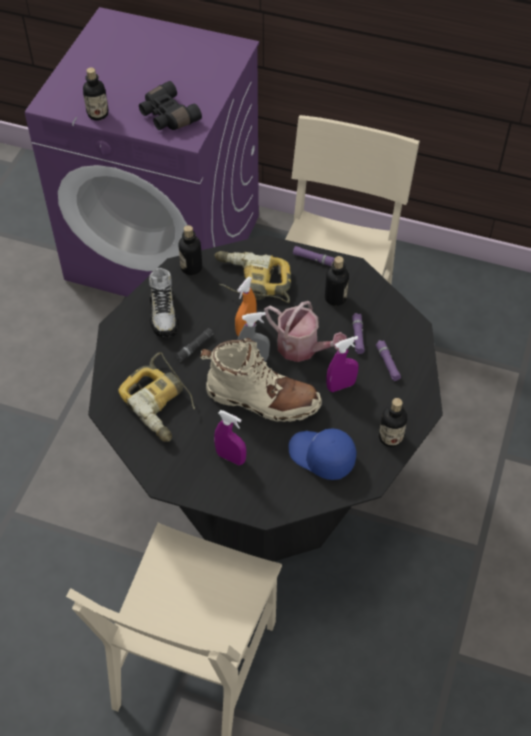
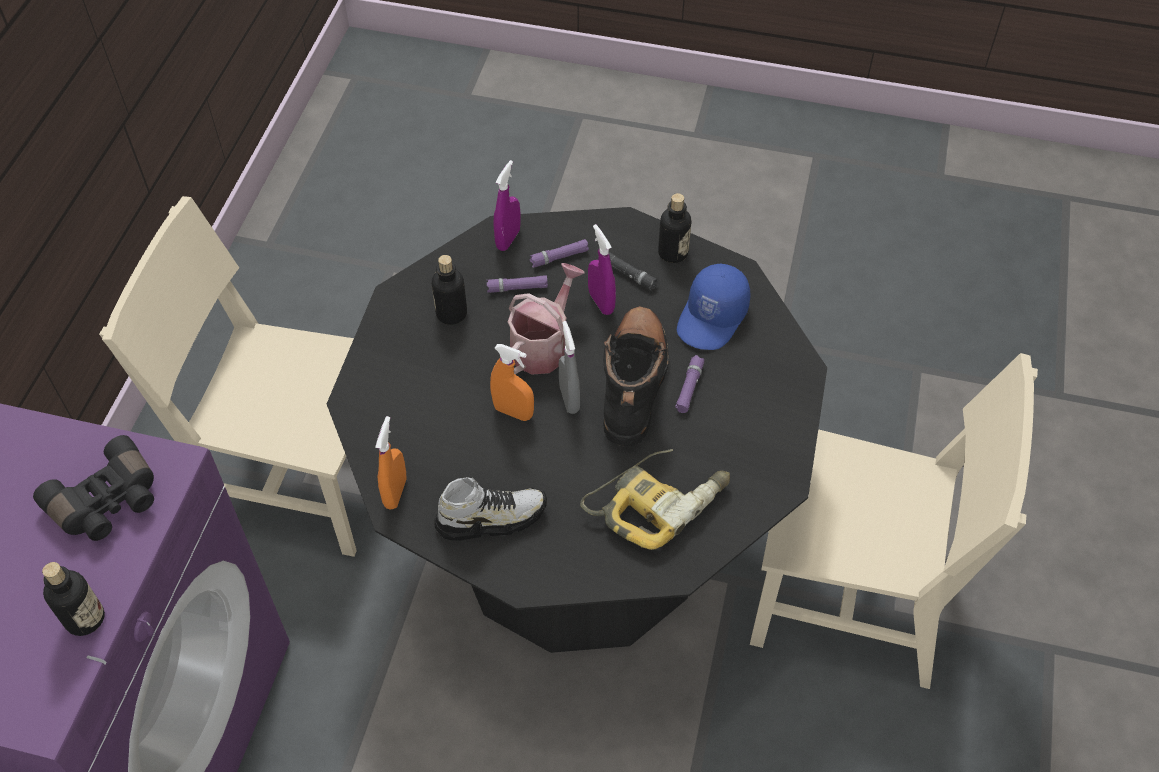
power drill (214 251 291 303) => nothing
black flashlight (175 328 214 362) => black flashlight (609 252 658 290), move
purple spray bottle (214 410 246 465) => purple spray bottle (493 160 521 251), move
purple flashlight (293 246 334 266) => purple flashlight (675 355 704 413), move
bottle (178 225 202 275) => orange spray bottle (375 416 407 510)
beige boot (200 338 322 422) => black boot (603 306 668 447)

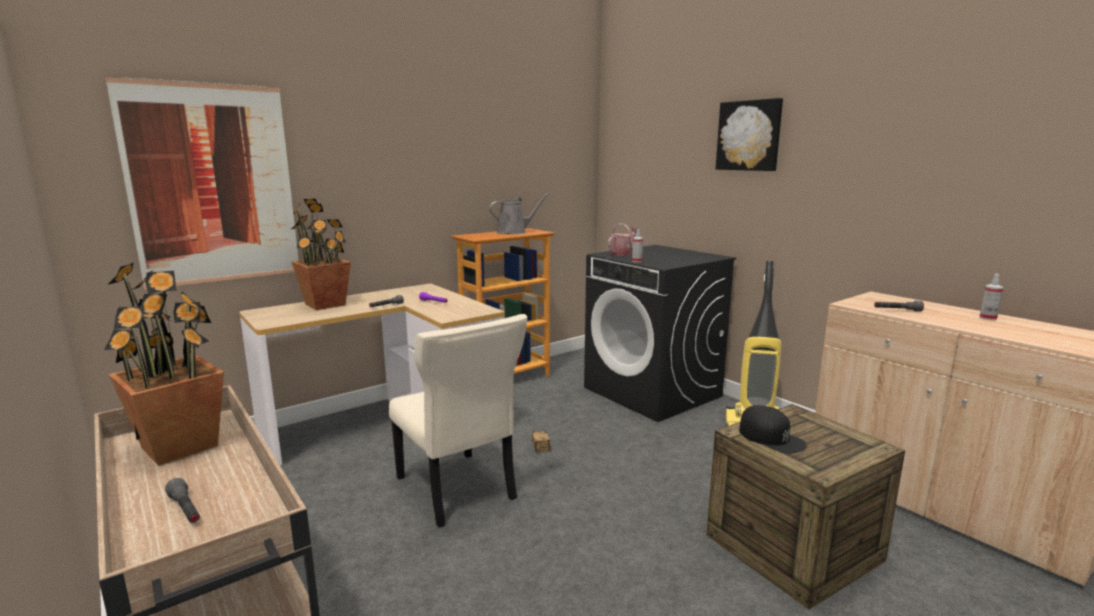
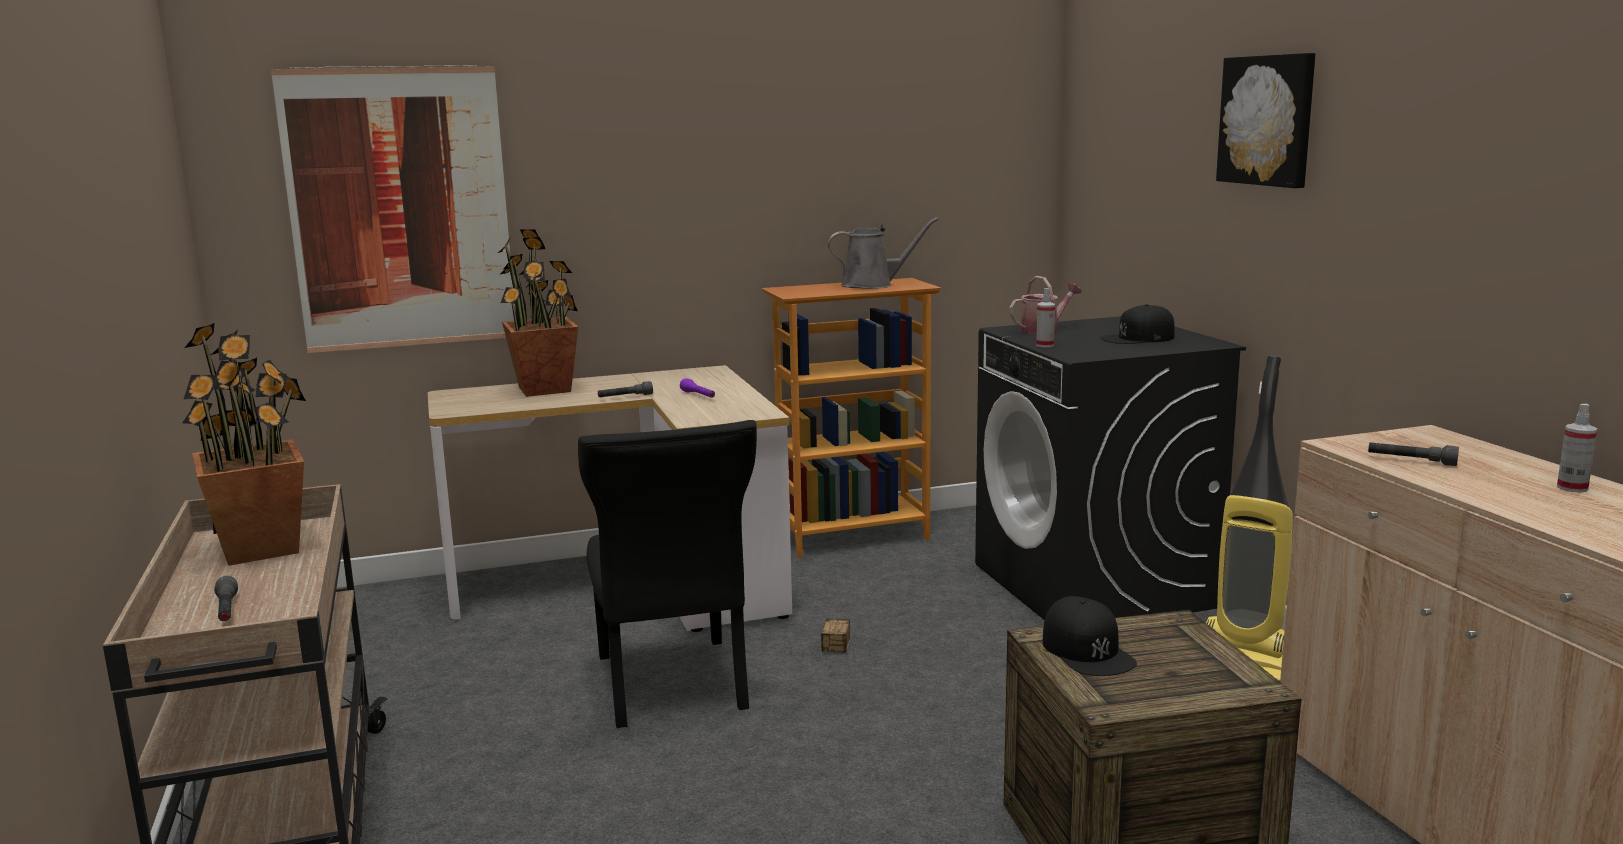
nothing => black cap (1100 304 1175 344)
beige chair (389 314 528 528) => black chair (578 420 757 728)

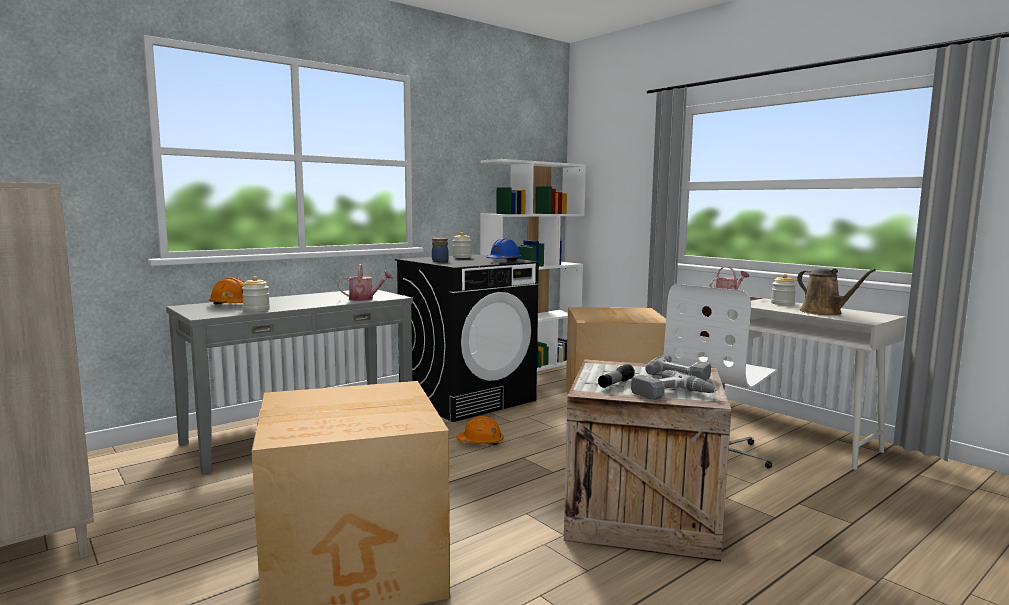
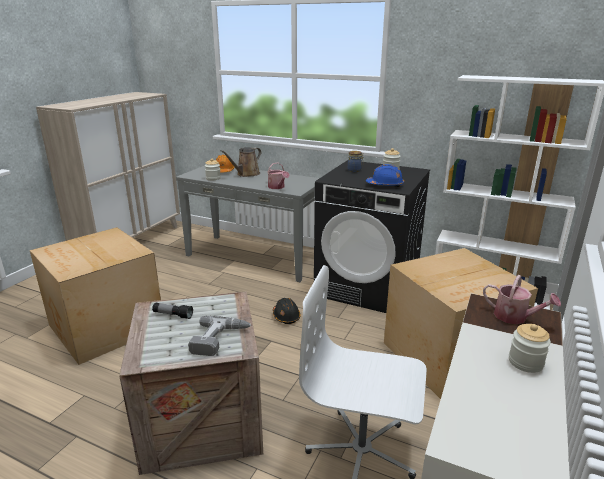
power drill (631 370 717 400) => nothing
brown watering can (797 268 876 315) => brown watering can (220 147 261 177), move
orange hard hat (456 416 503 445) => black hard hat (273 298 301 324)

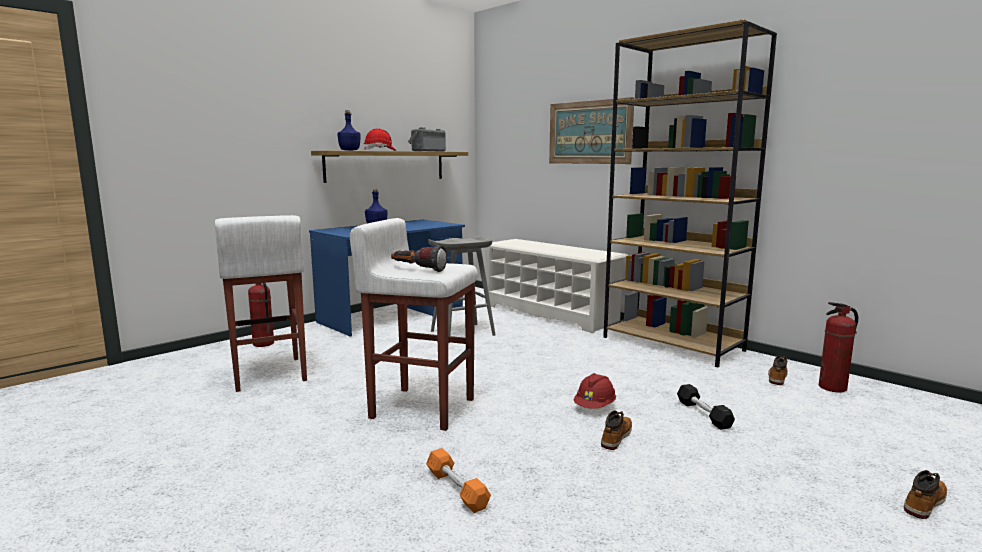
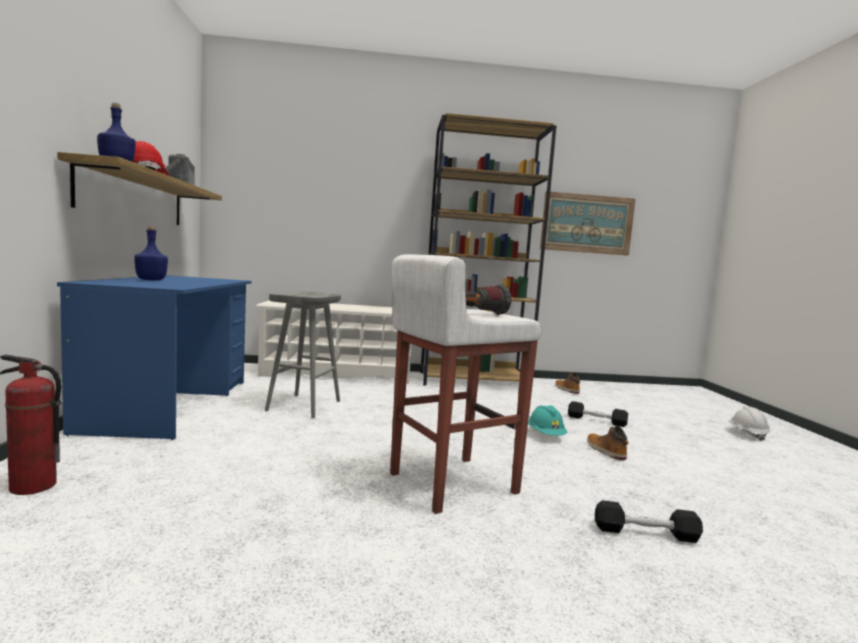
white stool (215 215 307 392) => nothing
fire extinguisher (819 302 858 393) => nothing
picture (549 97 634 164) => picture (540 191 635 256), move
boot (904 470 947 519) => white hard hat (727 406 770 441)
orange dumbbell (426 448 491 513) => black dumbbell (595 500 703 543)
red hard hat (574 373 616 409) => turquoise hard hat (528 405 567 436)

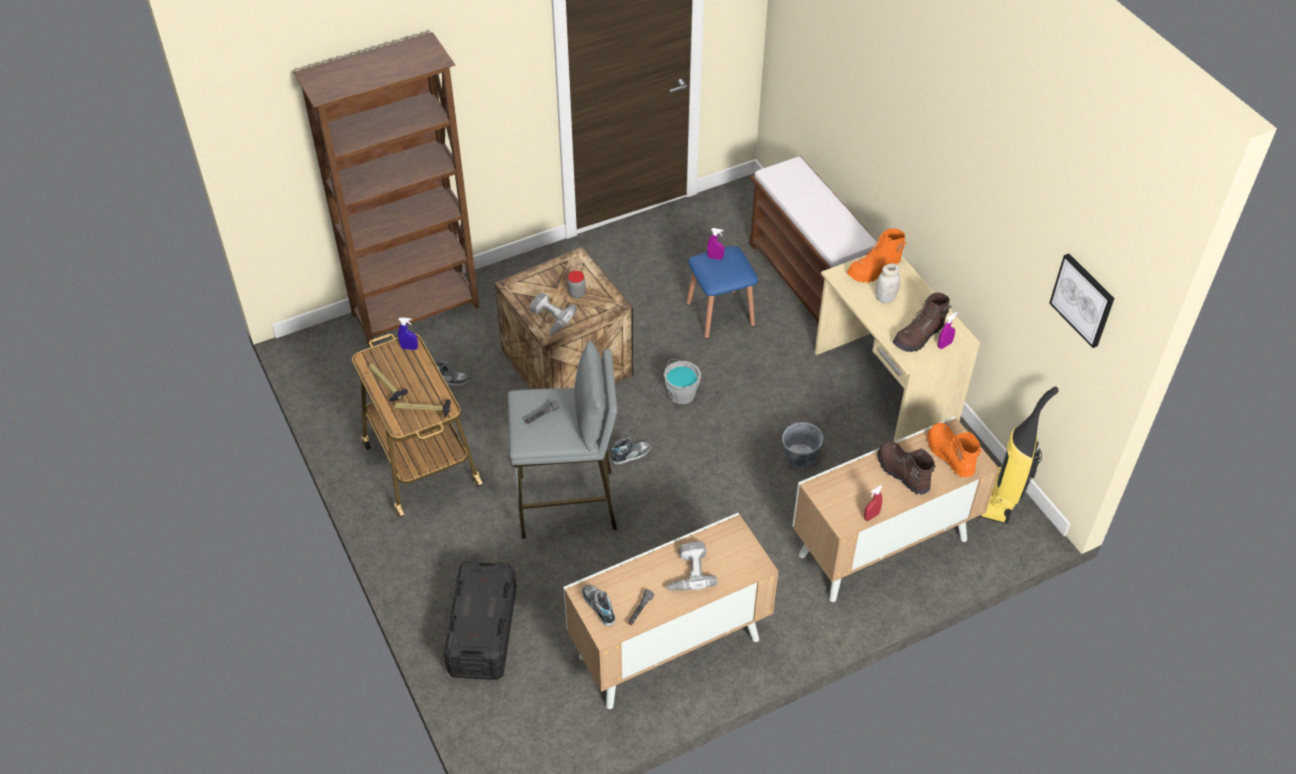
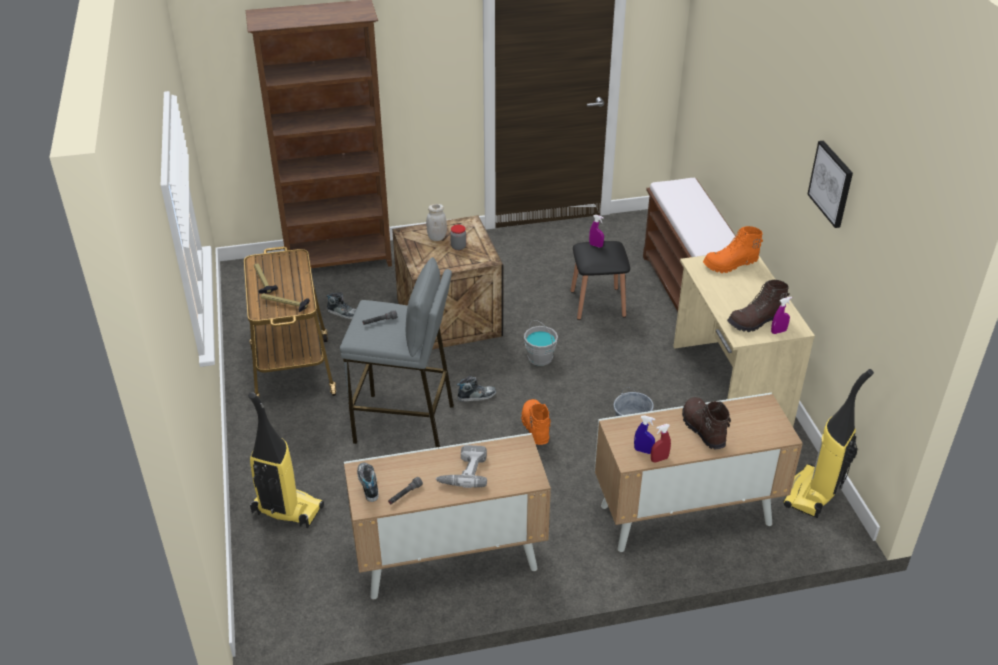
power drill (529 292 577 335) => nothing
blue spray bottle (398 317 418 350) => blue spray bottle (634 415 655 454), move
white jar (876 263 900 303) => white jar (426 204 447 241), move
orange boot (927 423 981 478) => orange boot (521 399 551 445), move
picture (1049 253 1115 348) => picture (807 140 853 228), move
black storage box (444 560 516 680) => vacuum cleaner (248 392 324 528)
blue stool (686 246 758 339) => black stool (570 241 630 320)

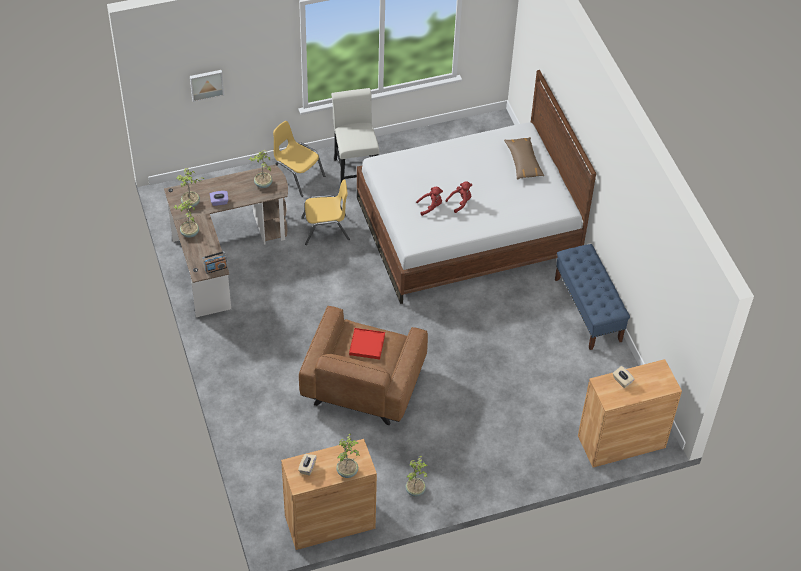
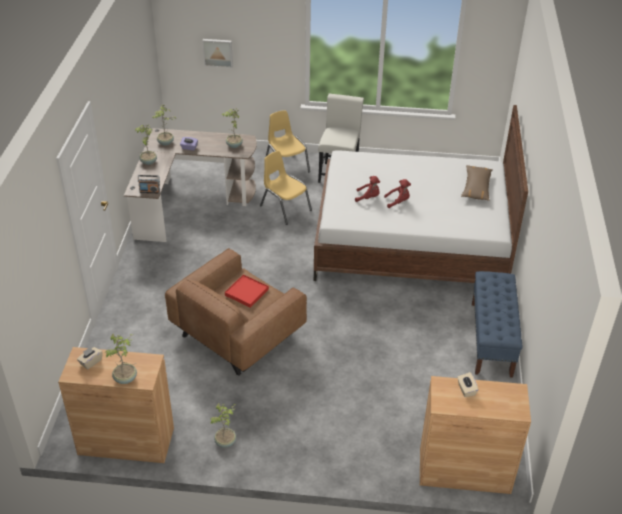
yellow chair (301 179 350 245) => yellow chair (260 151 312 225), 150 degrees counterclockwise

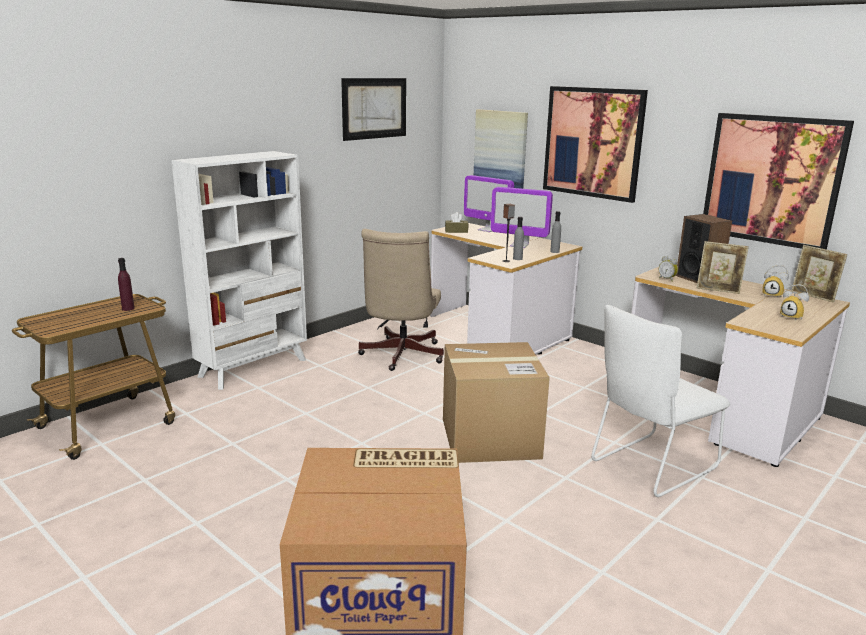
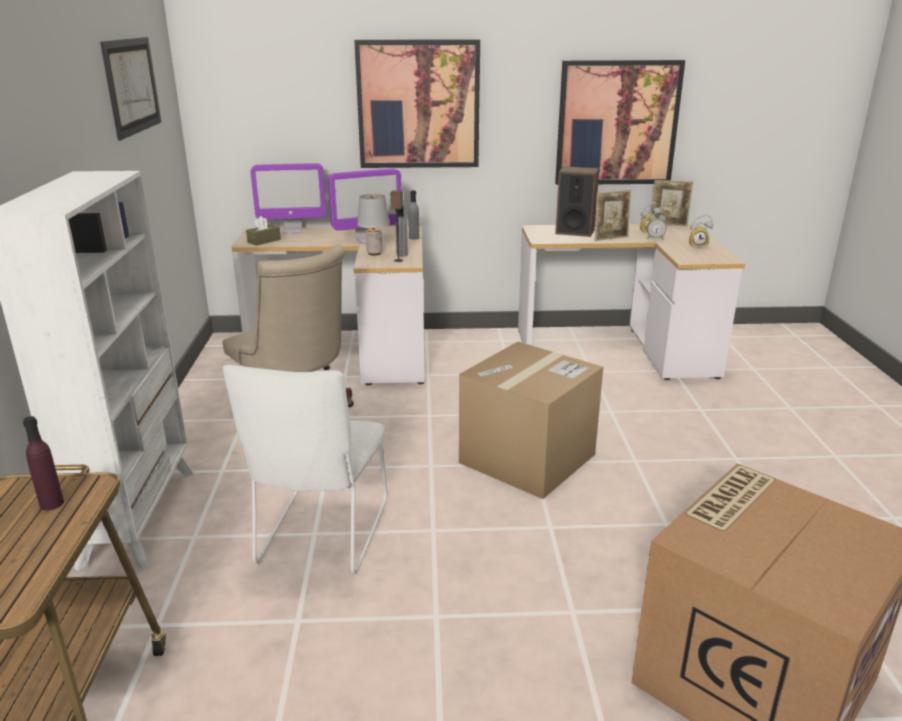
picture (474 109 528 189) => nothing
nothing => grey table lamp (357 194 390 255)
white chair (591 305 730 497) => white chair (223 365 387 574), move
alarm clock (659 256 678 282) => alarm clock (647 215 666 240), move

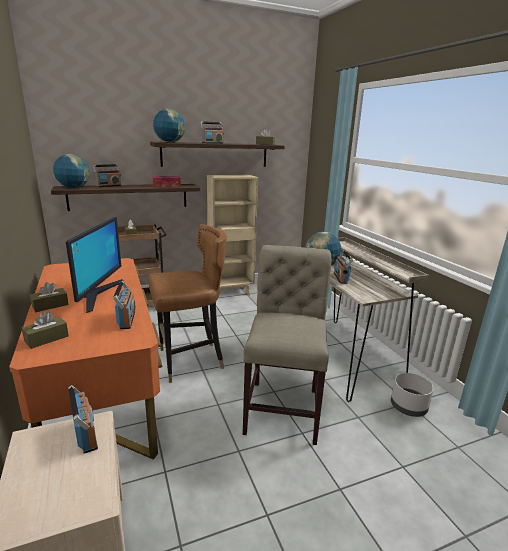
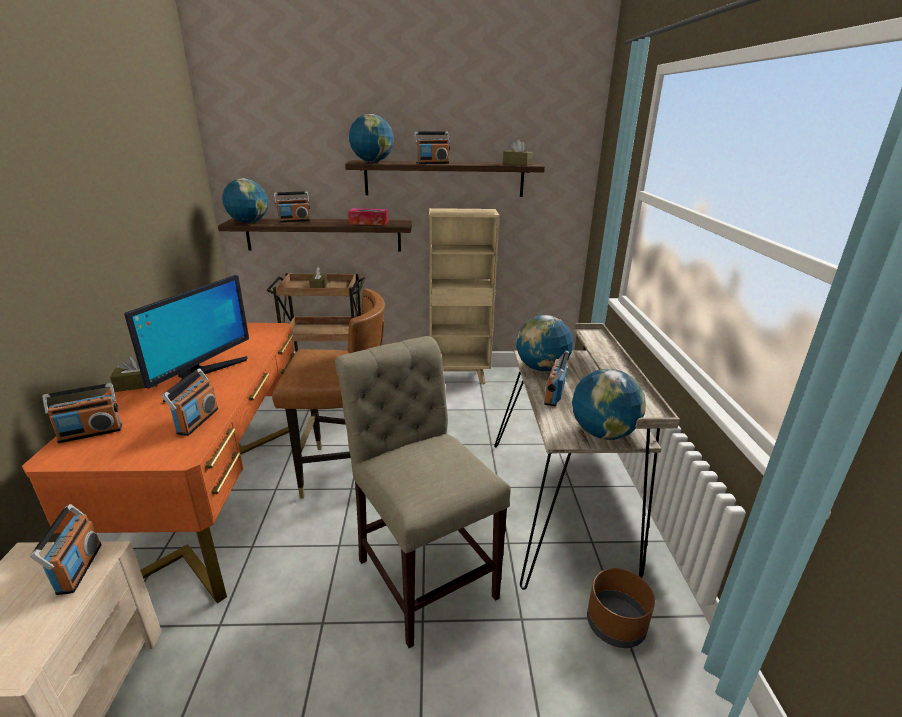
nothing => globe (572 369 646 440)
brown tissue box (22 312 69 349) => radio (42 383 122 443)
grey planter (391 373 433 417) => brown planter (587 568 655 648)
beige chair (243 245 331 445) => beige chair (335 336 511 648), 60 degrees counterclockwise

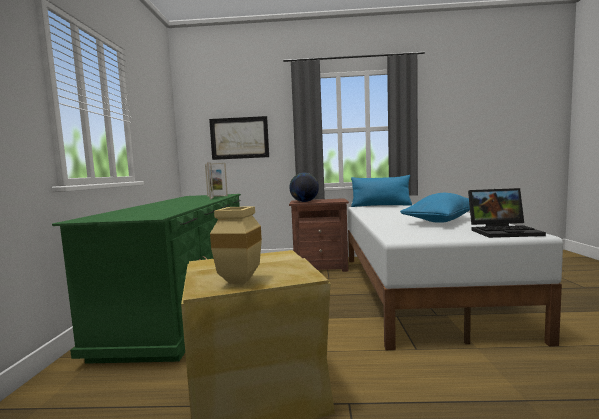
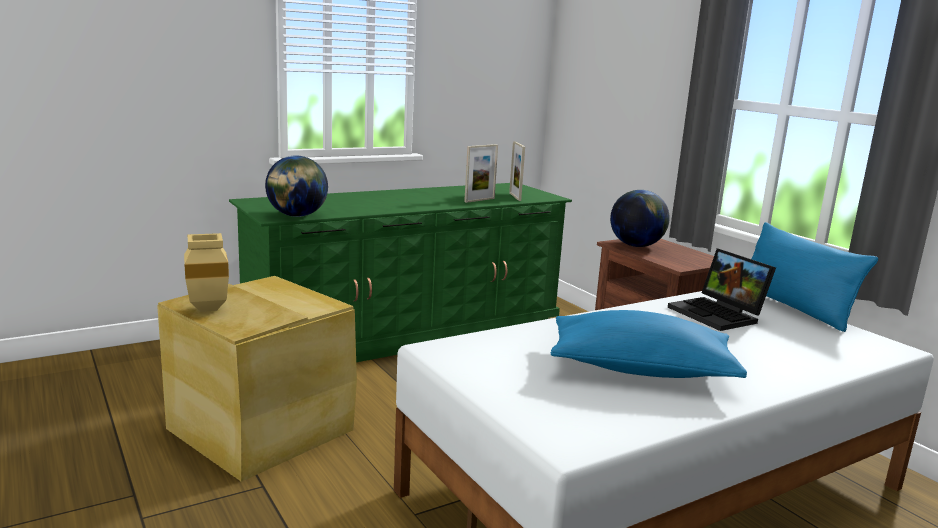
picture (209 116 269 160) => nothing
nothing => globe (265 156 328 217)
laptop (468 188 546 238) => laptop (668 248 776 331), move

